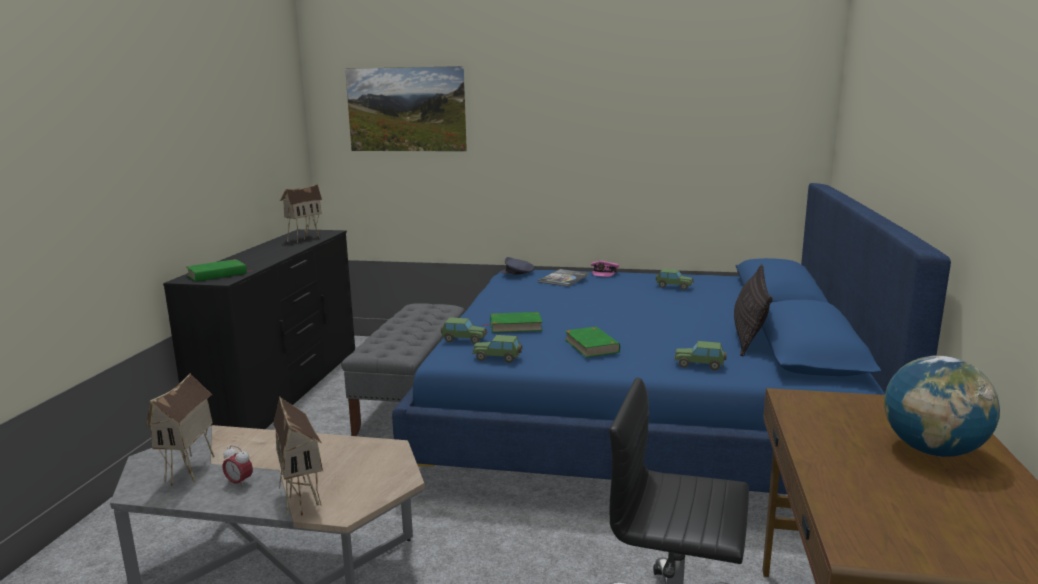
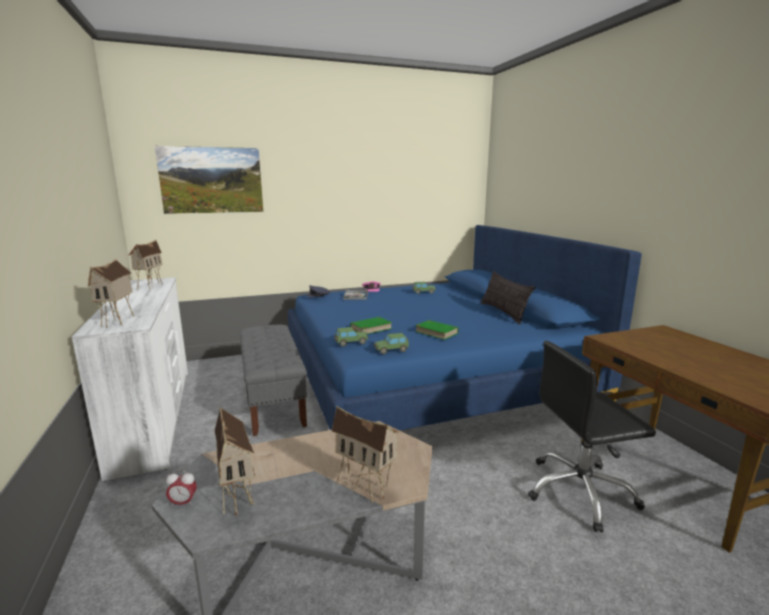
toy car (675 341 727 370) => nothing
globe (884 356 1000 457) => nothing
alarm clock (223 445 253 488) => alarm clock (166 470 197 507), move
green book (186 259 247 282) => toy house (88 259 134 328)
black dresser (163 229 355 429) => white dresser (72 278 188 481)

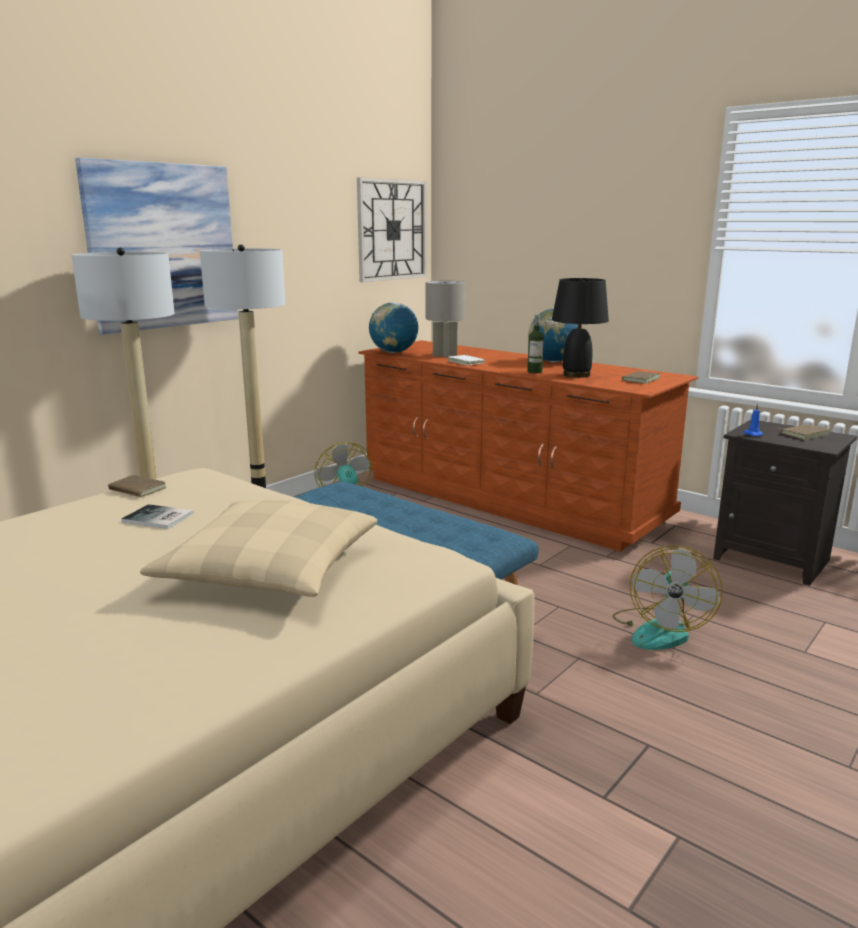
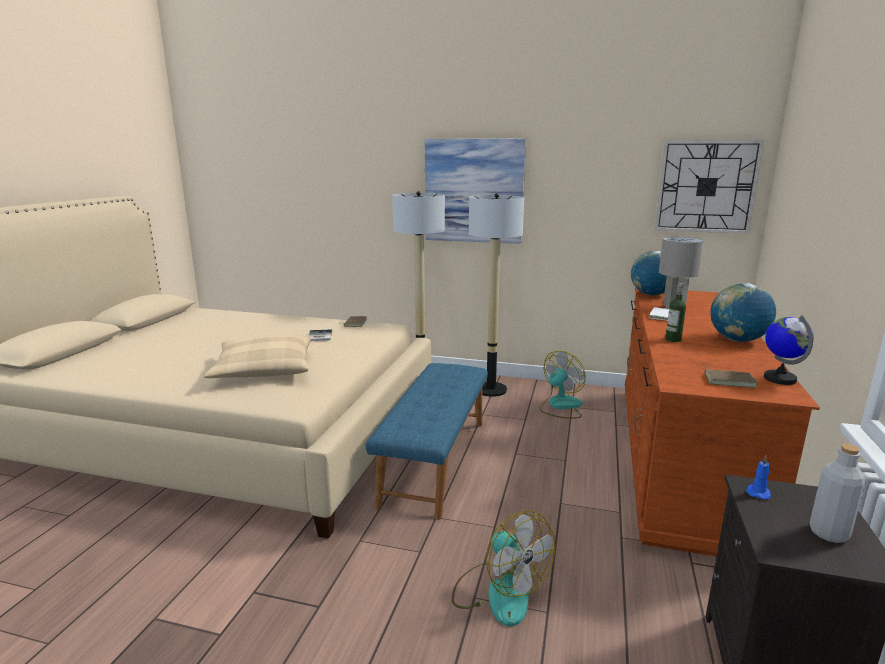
black table lamp (552 278 609 378) => nothing
nothing => globe (764 315 814 385)
brown book (776 424 830 440) => grey bottle (809 444 866 543)
fan (613 545 723 650) => fan (452 511 555 627), 120 degrees counterclockwise

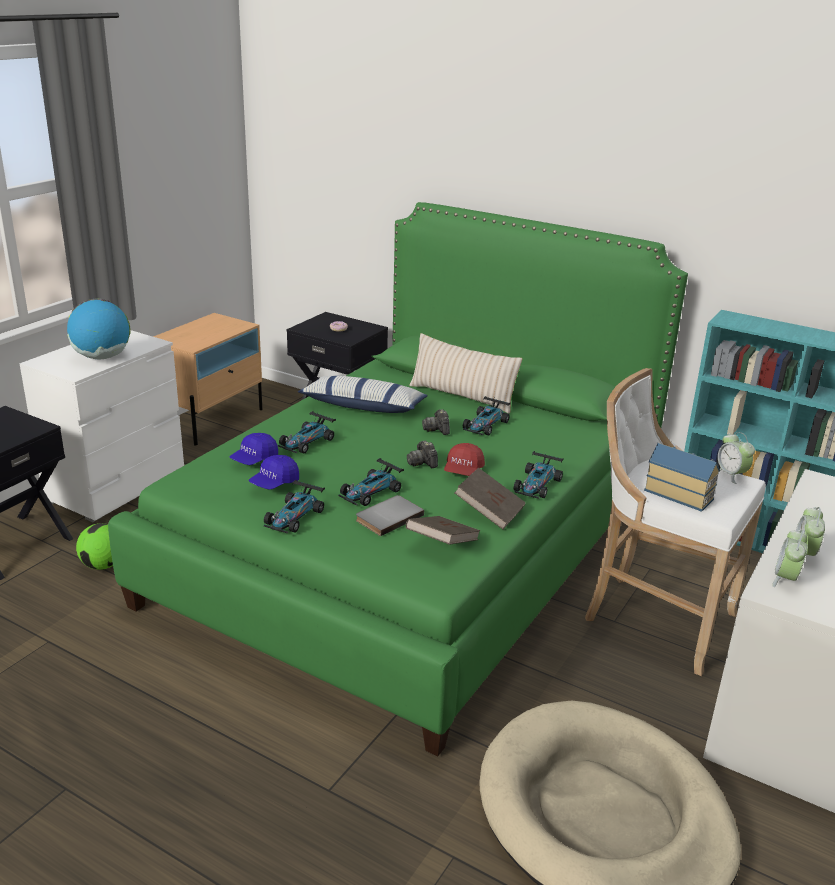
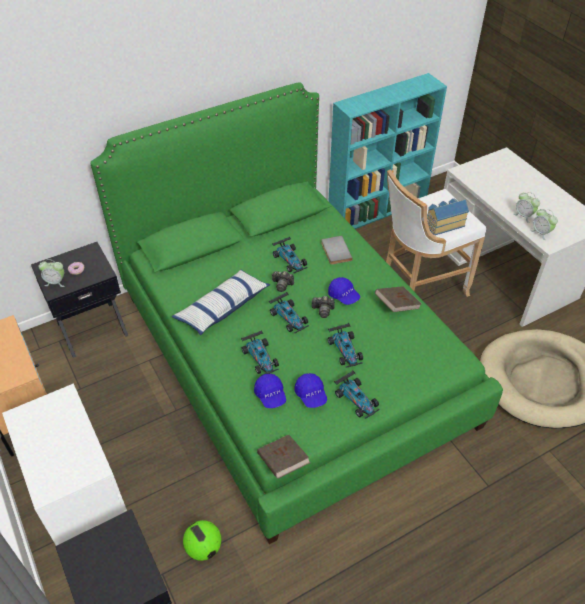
globe (67 299 131 359) => nothing
beige pillow (409 333 522 414) => nothing
grey book (356 495 424 536) => grey book (321 236 352 265), move
brown book (406 516 480 545) => brown book (257 435 310 479), move
toy car (514 451 564 499) => toy car (269 292 309 333), move
alarm clock (718 432 755 484) => alarm clock (38 259 64 287), move
red cap (444 443 485 476) => blue cap (328 277 360 305)

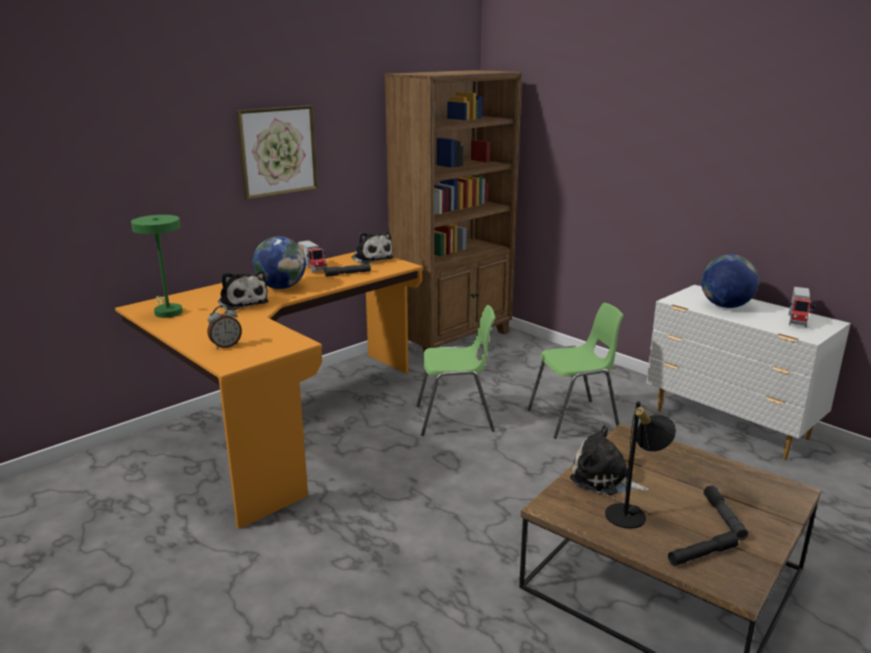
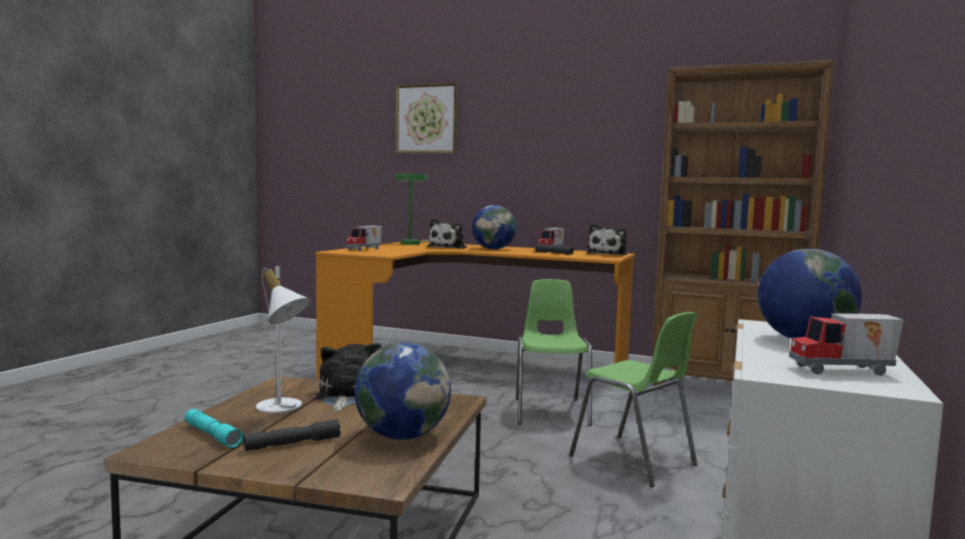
nothing => globe (354 342 451 440)
picture (236 105 318 200) => picture (395 83 458 153), move
alarm clock (208 305 242 349) => toy truck (346 226 382 251)
black table lamp (605 401 676 529) => white table lamp (256 266 310 413)
black flashlight (668 531 739 566) => turquoise flashlight (185 409 243 448)
green chair (417 305 495 436) => green chair (516 279 592 426), 150 degrees counterclockwise

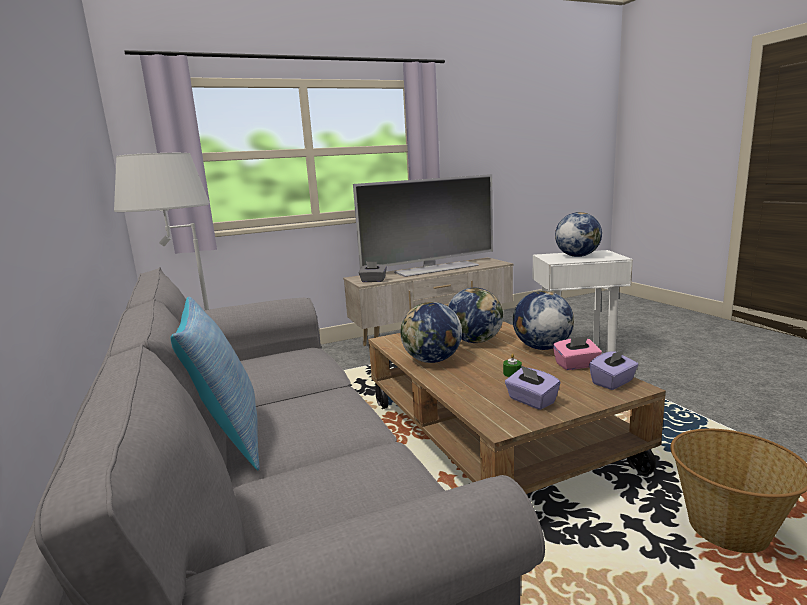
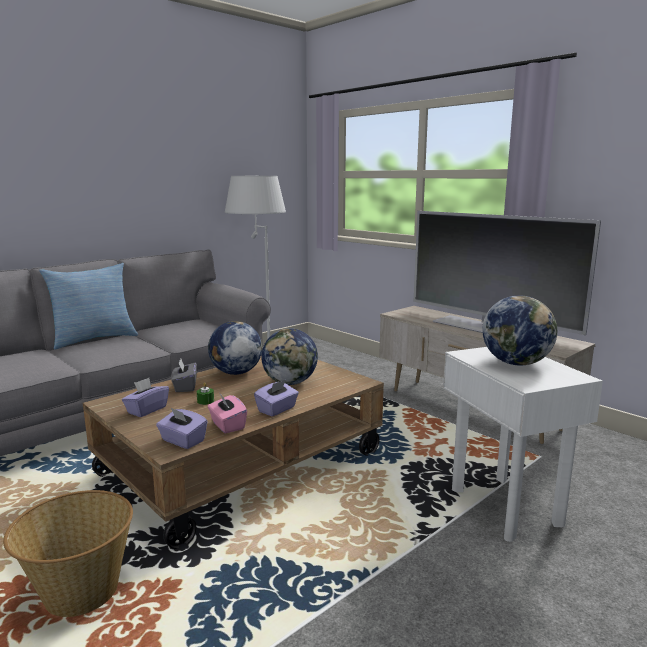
grey tissue box (359 262 387 282) => grey tissue box (171 359 197 392), move
globe (513 291 574 350) => purple tissue box (254 380 299 416)

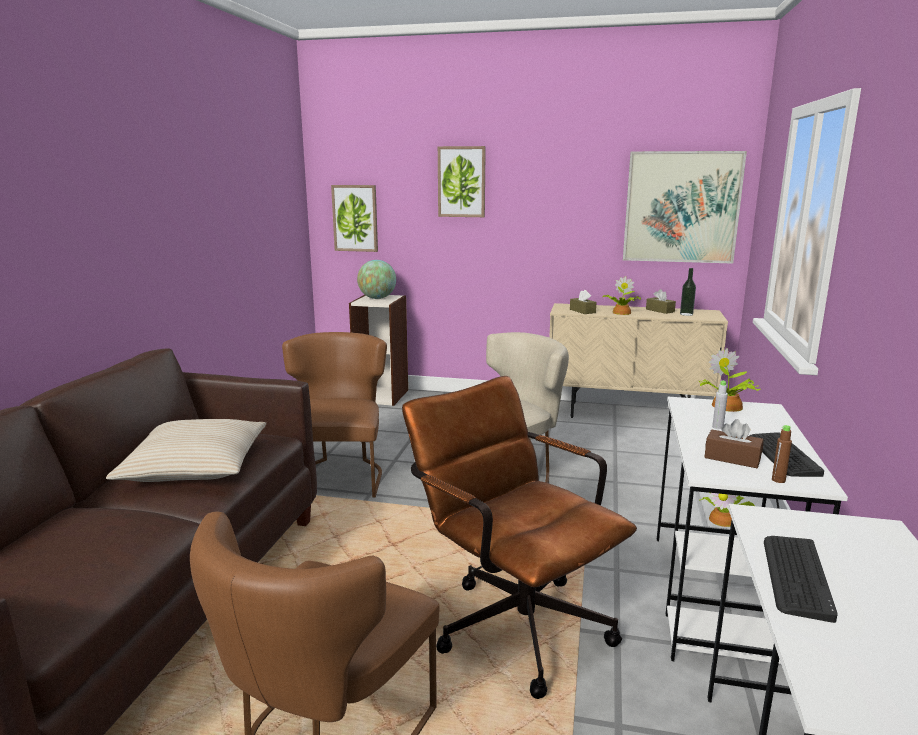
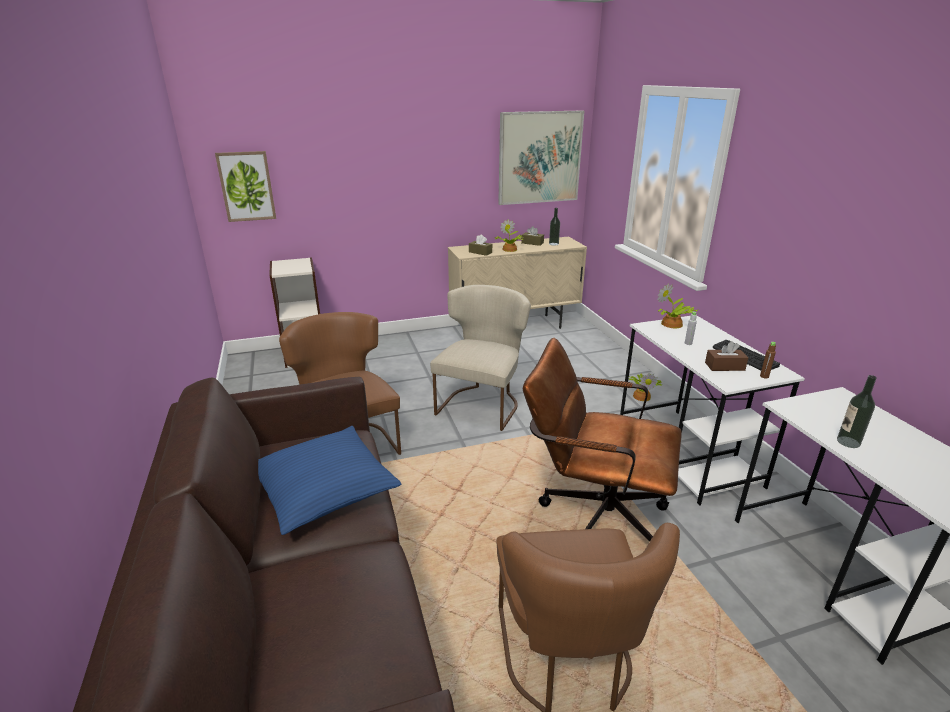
globe (357 260 396 299) => nothing
picture (438 146 486 217) => nothing
keyboard (764 536 838 623) => bottle (837 375 877 448)
beige pillow (106 419 266 482) => blue pillow (258 426 401 535)

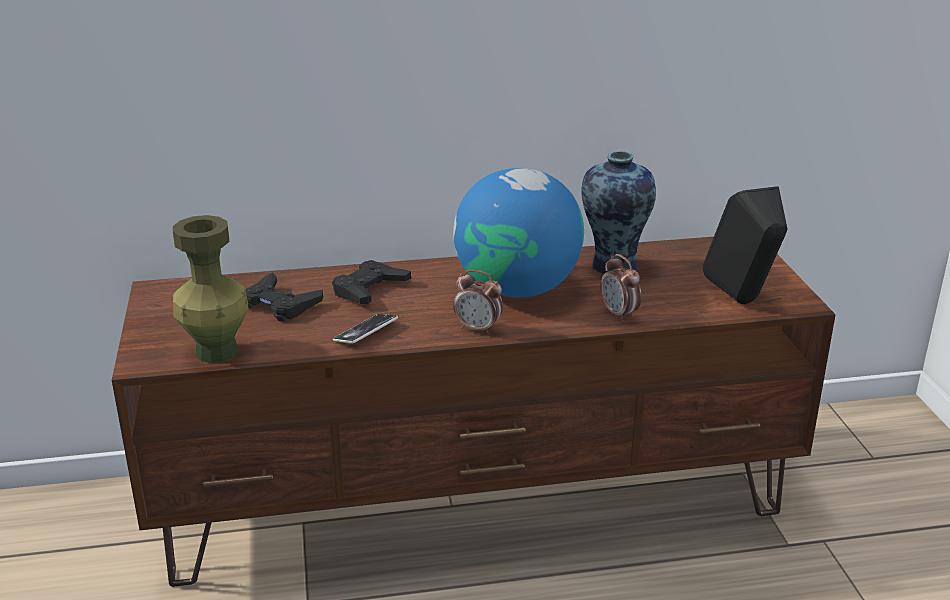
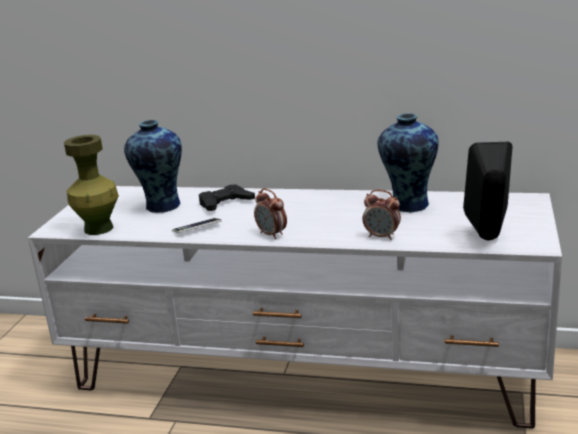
globe (453 168 584 298) => nothing
black game controller (245 272 323 322) => vase (124 120 182 213)
brown tv stand (112 237 836 587) => white tv stand (28 186 562 429)
alarm clock (600 254 642 322) => alarm clock (363 190 401 240), 60 degrees counterclockwise

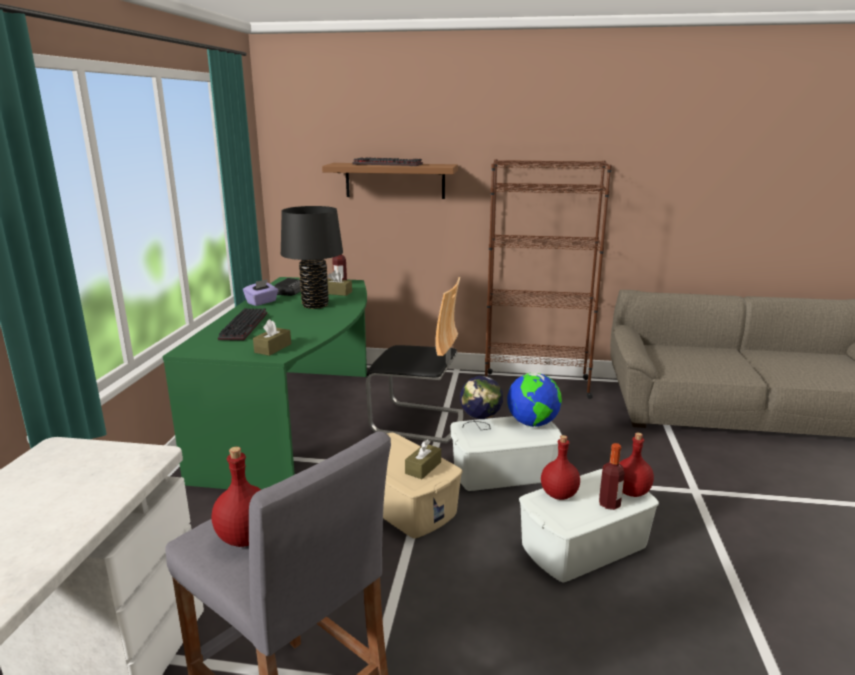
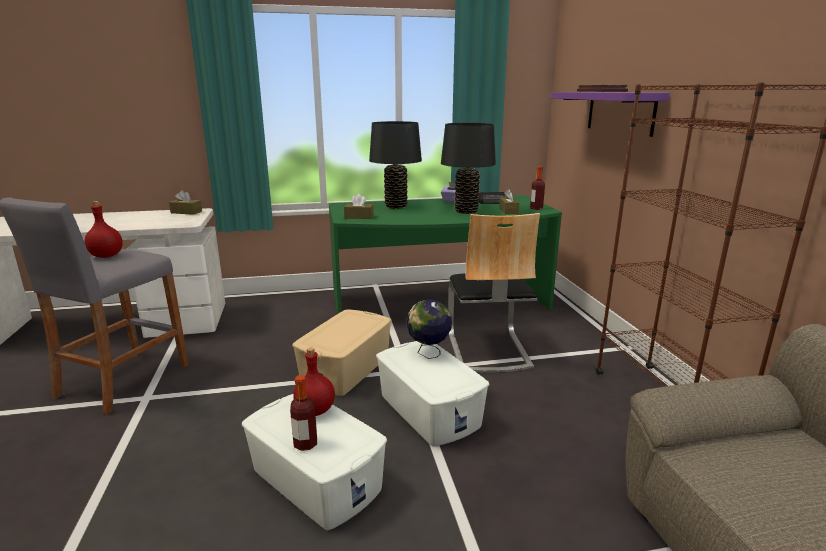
globe (507 373 562 427) => nothing
red bottle (619 433 654 497) => nothing
brown tissue box (405 439 441 479) => brown tissue box (169 190 202 215), move
keyboard (218 308 267 340) => black table lamp (369 121 422 209)
brown shelf (322 163 458 199) => purple shelf (551 92 670 137)

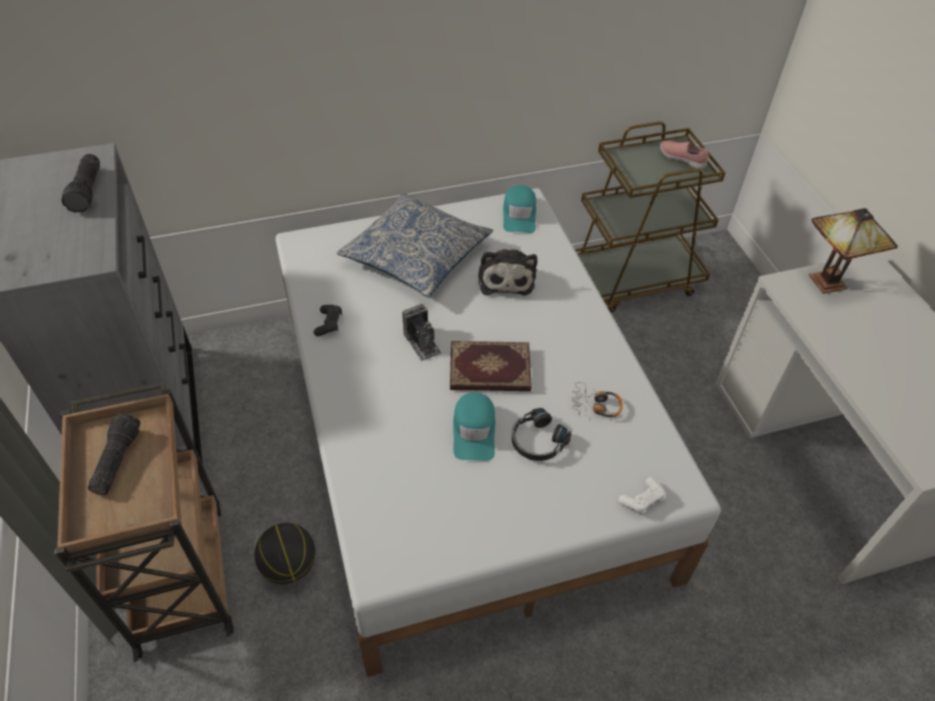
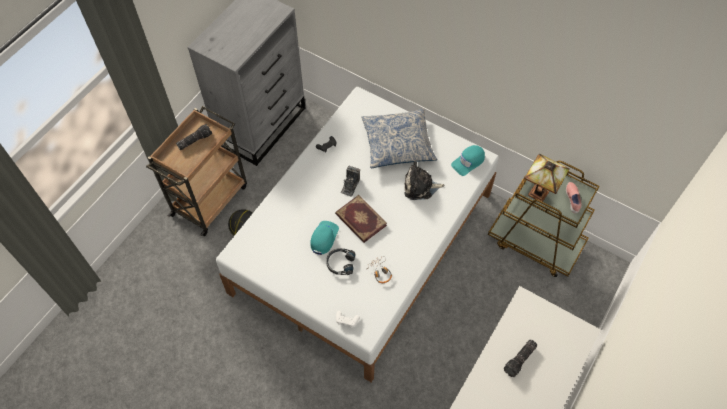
flashlight (62 154 100 213) => flashlight (503 339 537 377), move
table lamp (809 208 898 294) => table lamp (524 154 570 202), move
turquoise cap (453 392 495 461) => turquoise cap (310 221 339 255), 150 degrees clockwise
plush toy (478 249 537 295) => plush toy (404 161 445 200), 45 degrees clockwise

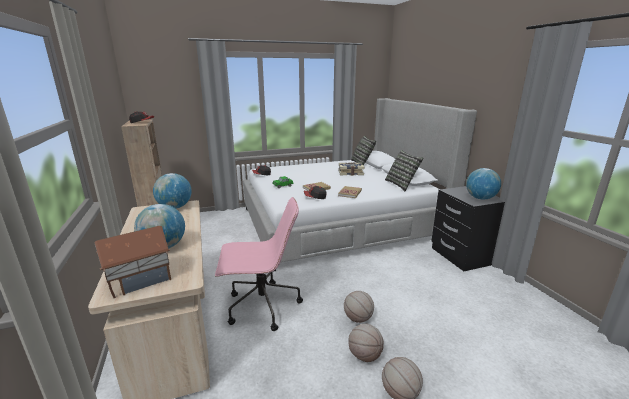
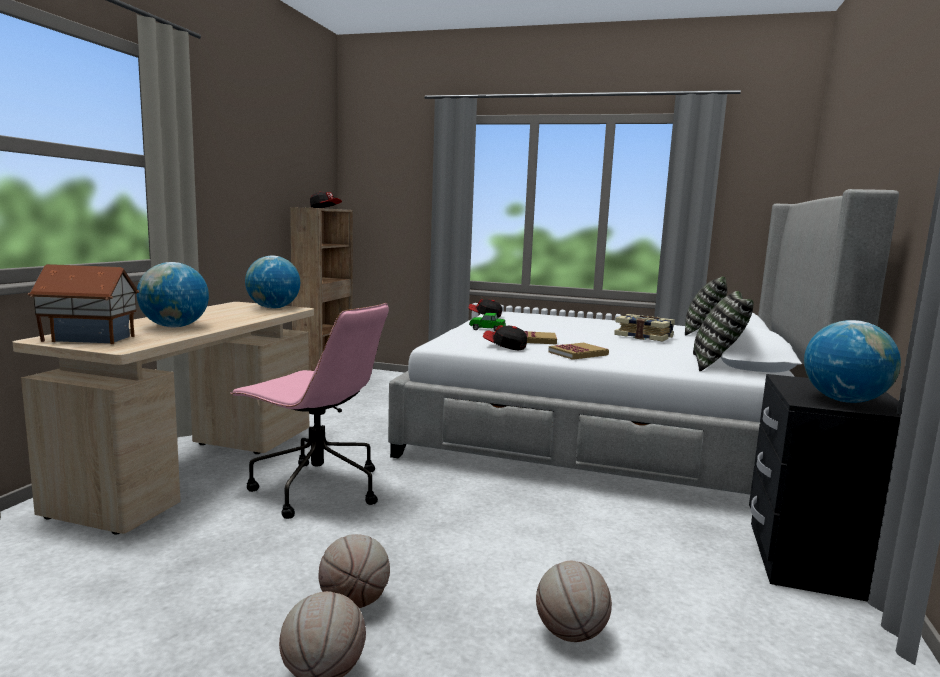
basketball (344 291 374 323) => basketball (536 561 612 642), move

